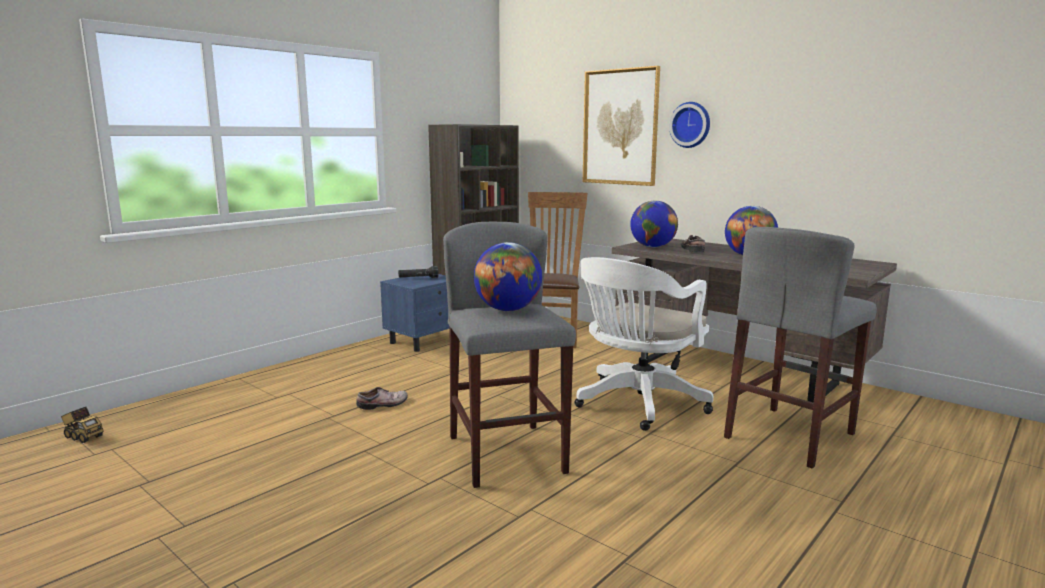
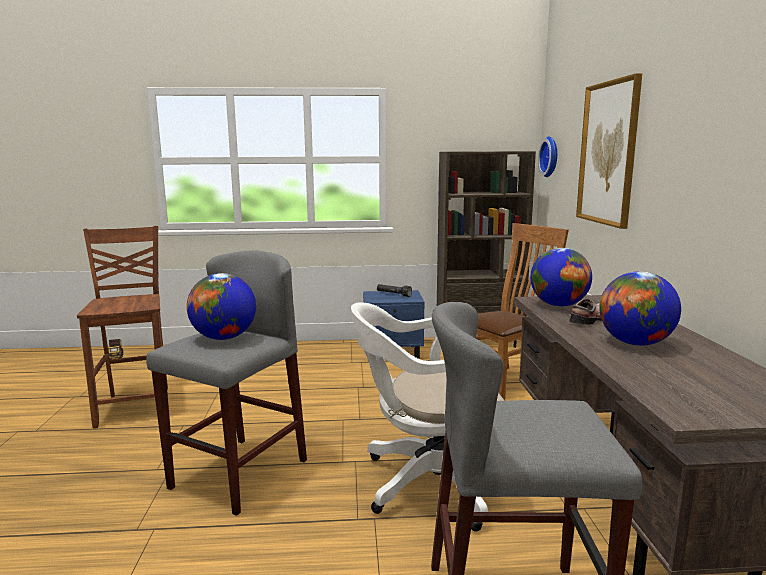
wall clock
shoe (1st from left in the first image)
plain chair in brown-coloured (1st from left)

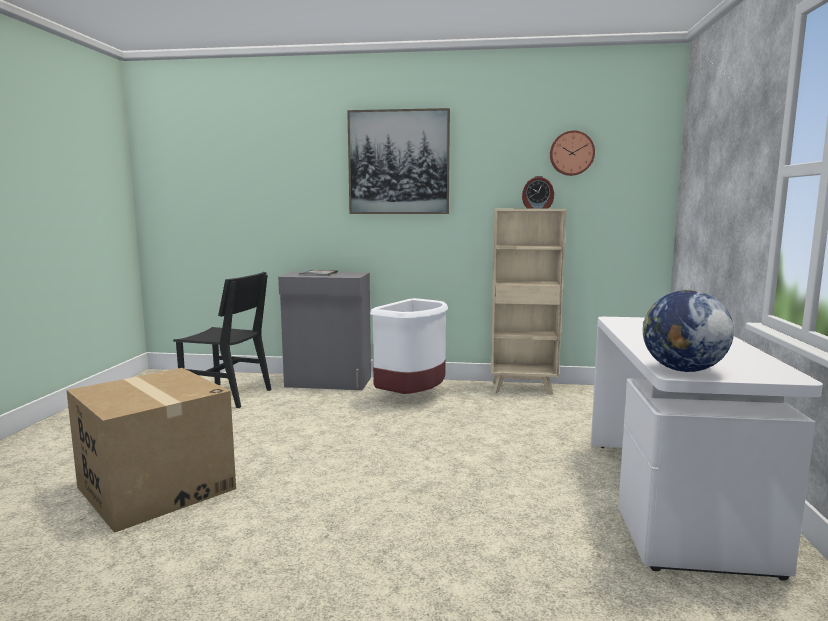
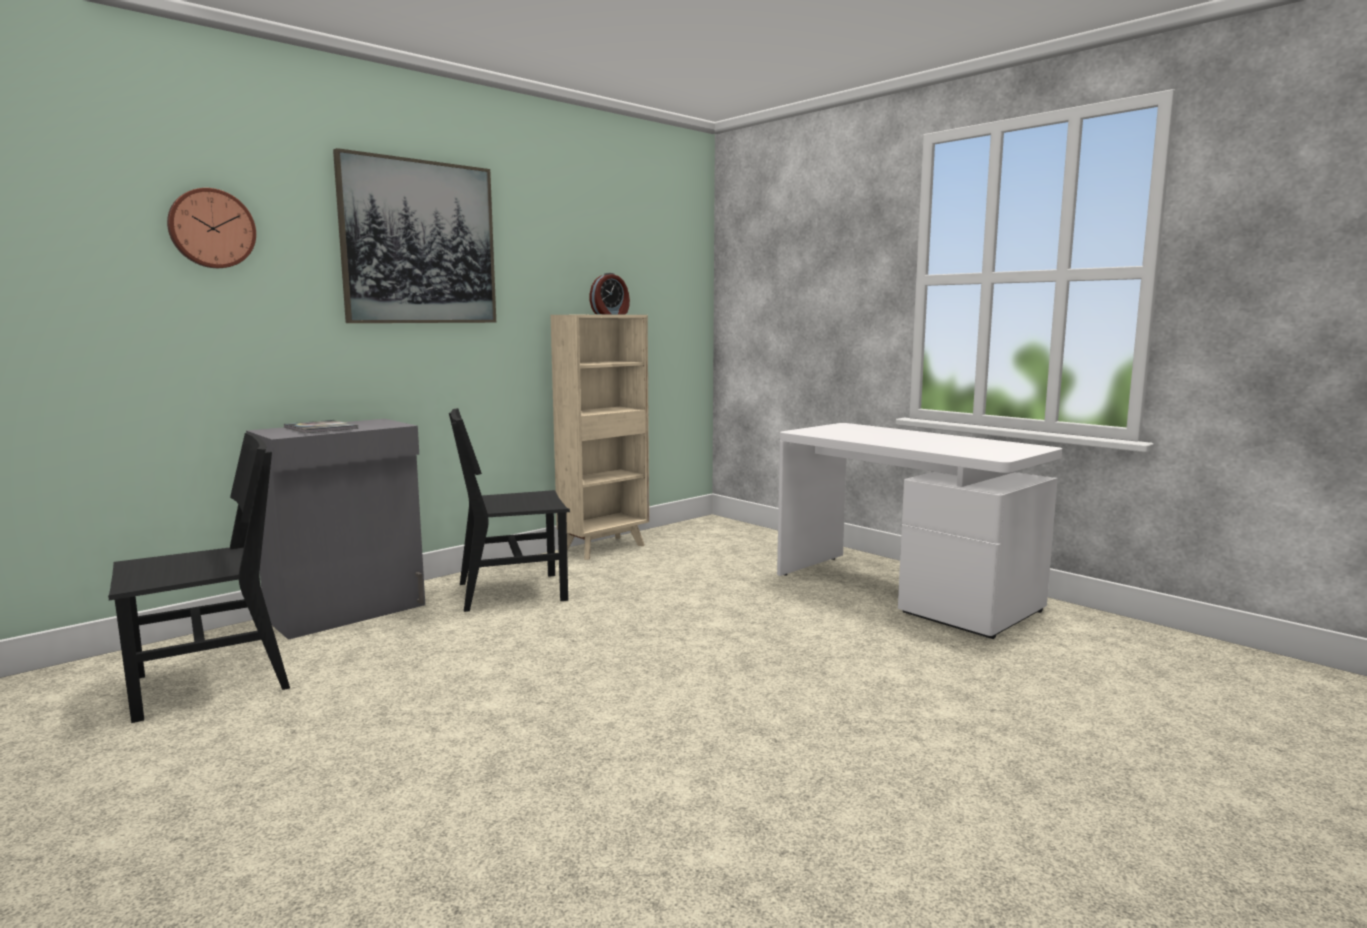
wall clock
world globe
plain chair in black (2nd from left)
packing box

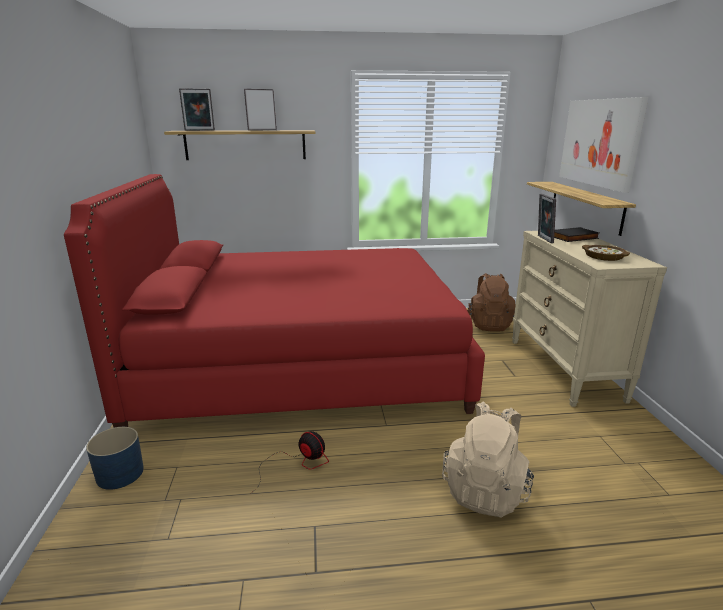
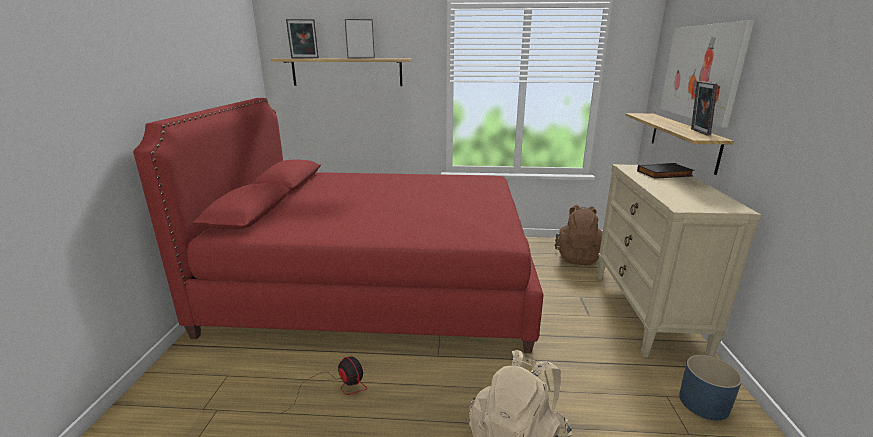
standing frame (3rd from left)
deep dish
planter in bluish

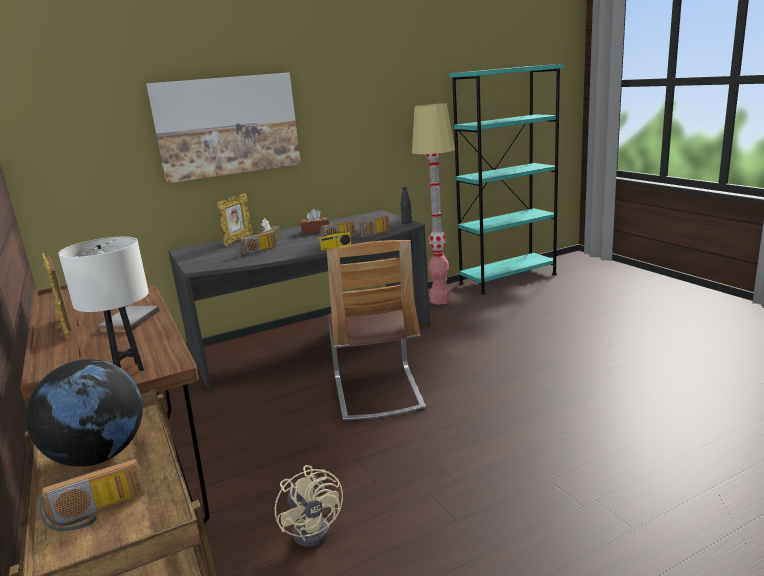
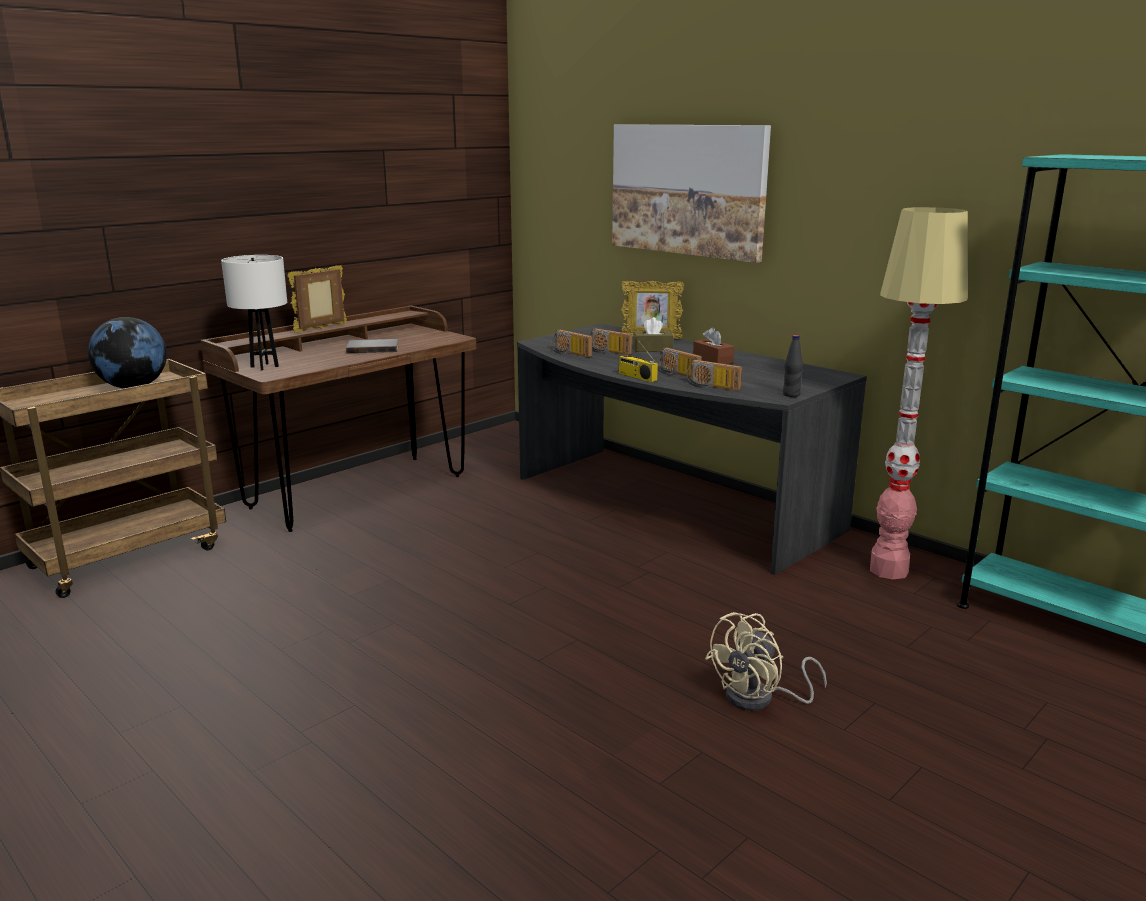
plain chair
radio set (1st from left)
cooling fan in sand-coloured

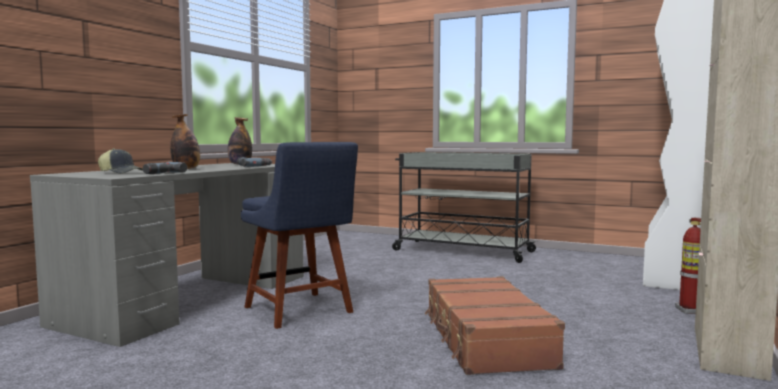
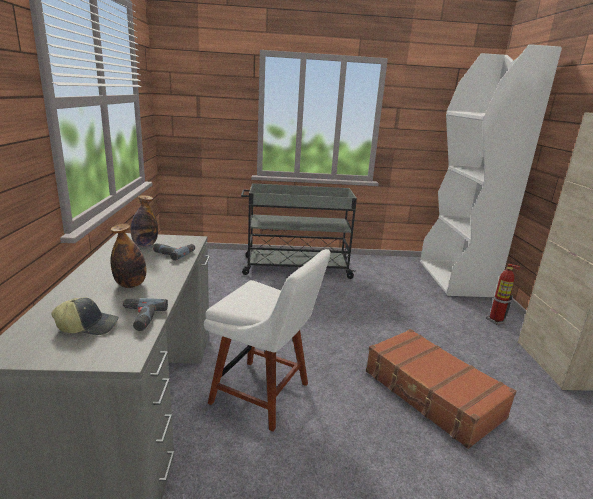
plain chair in whitish

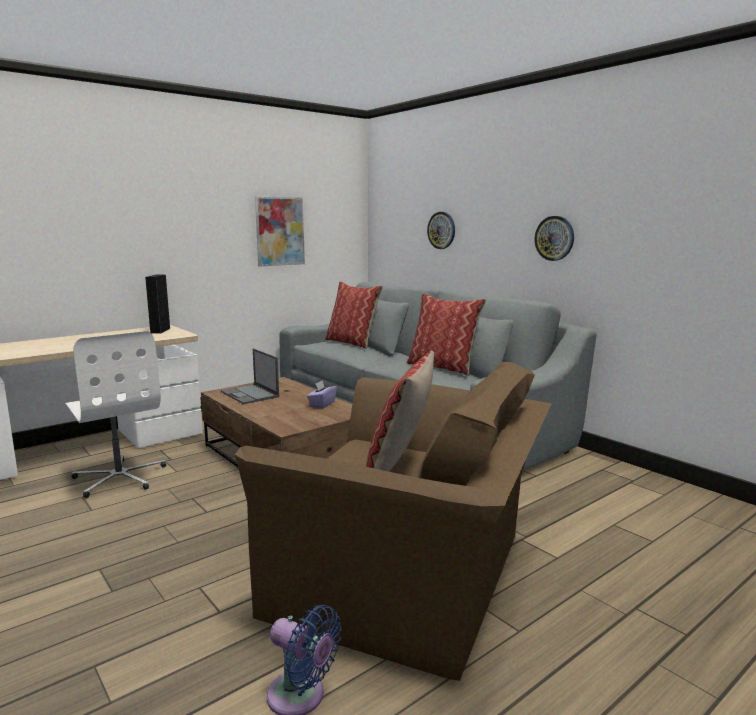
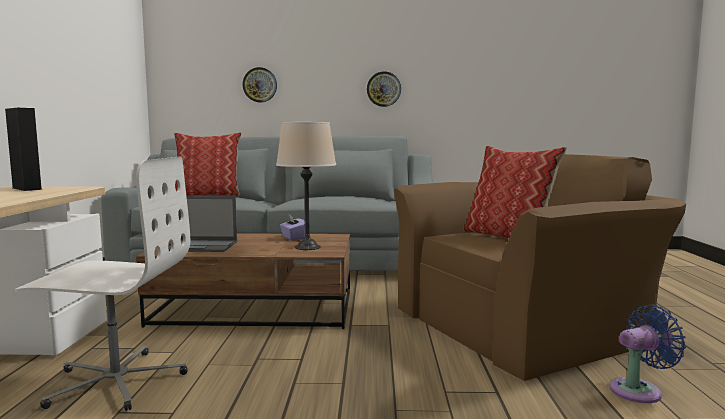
picture
cushion (3rd from left in the first image)
table lamp in sand-coloured

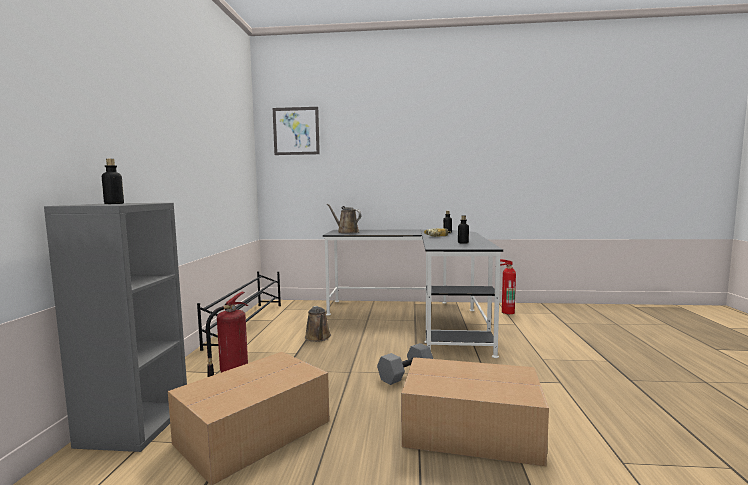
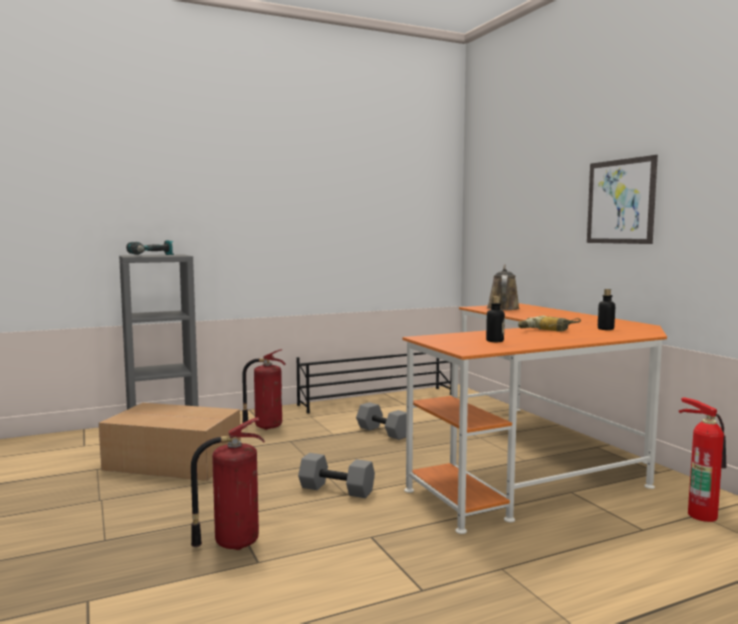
picture
drill (1st from left)
desk unit in orange
free weight in gray (2nd from left)
extinguisher (1st from left)

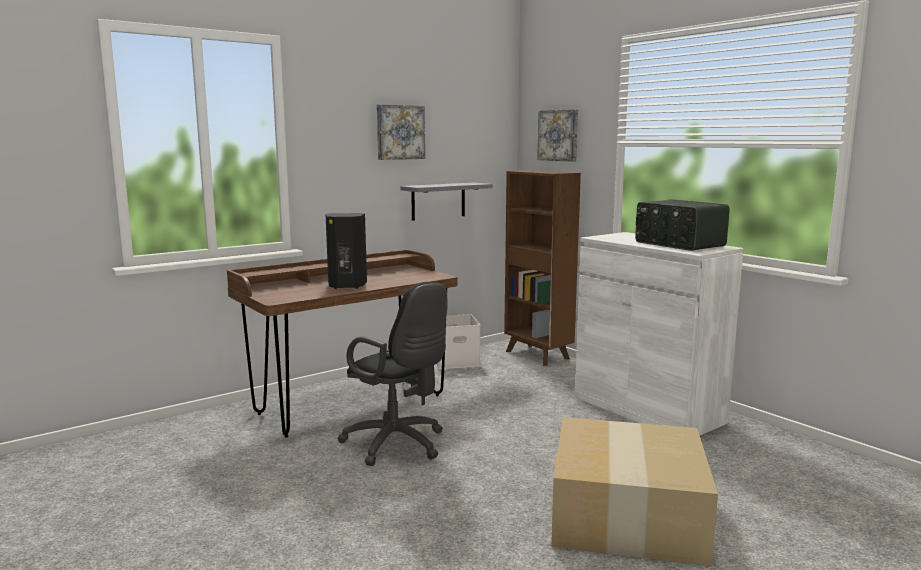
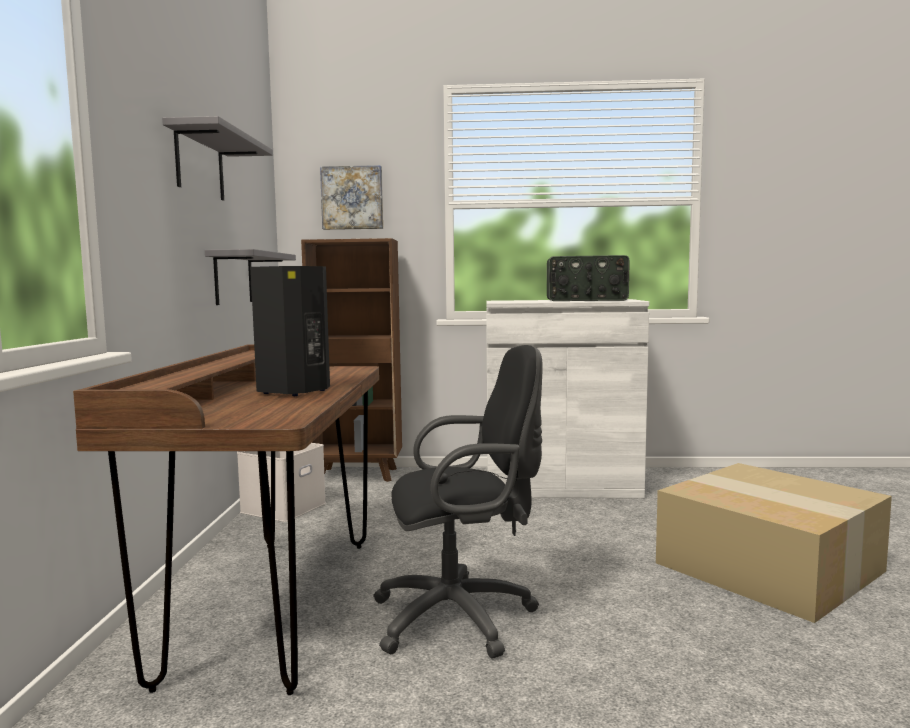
shelf in gray (1st from left)

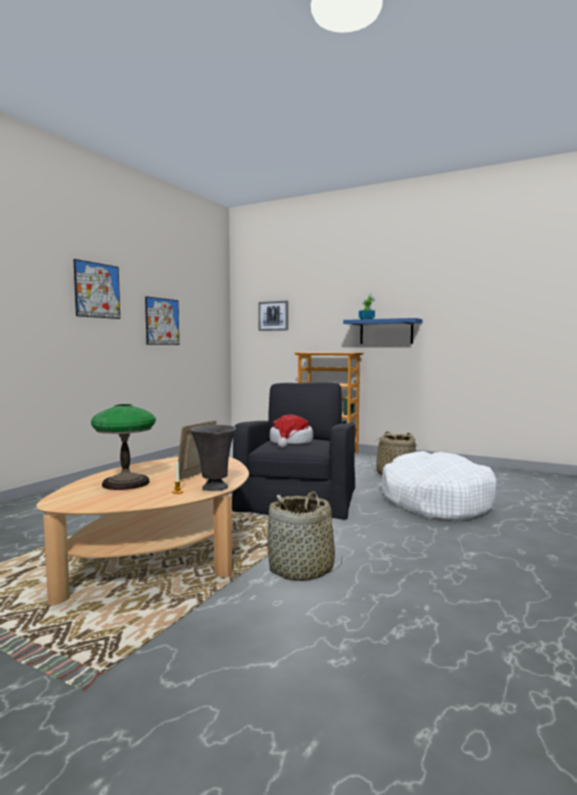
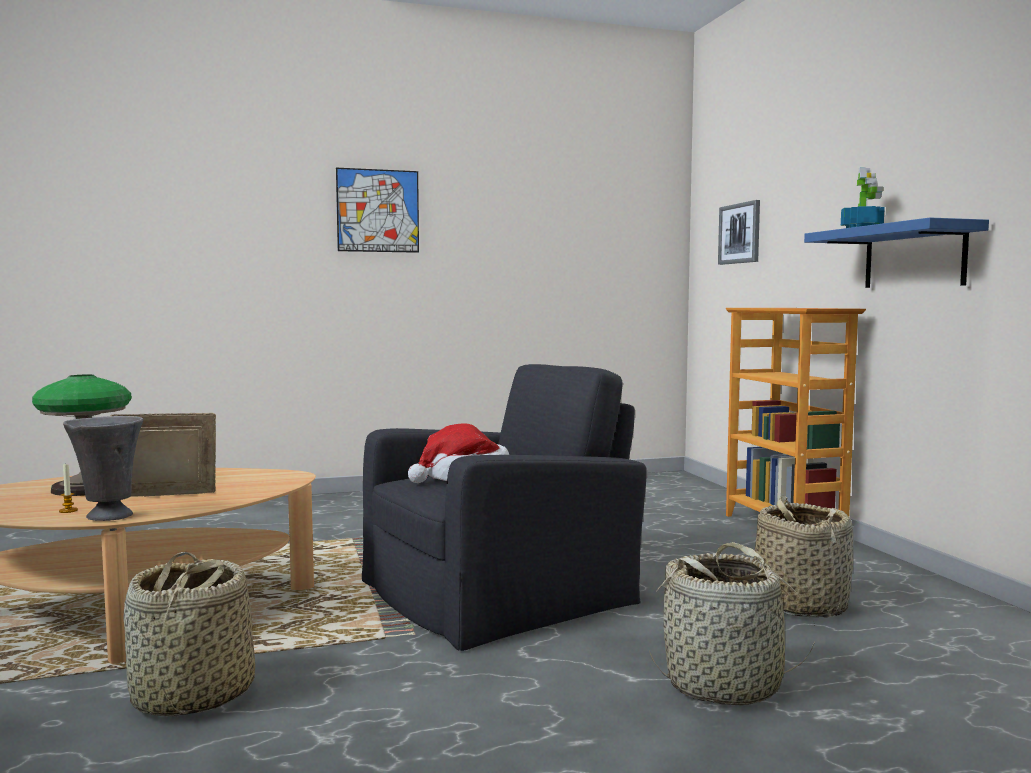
picture (2nd from left in the first image)
household basket (2nd from left)

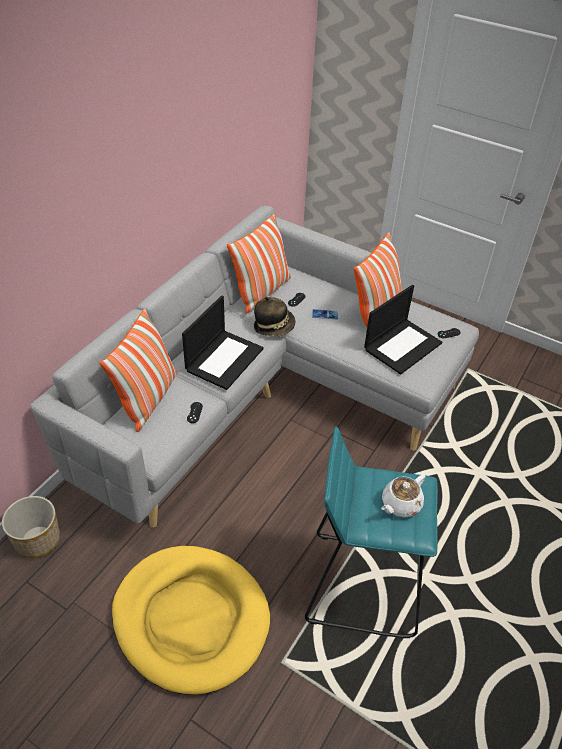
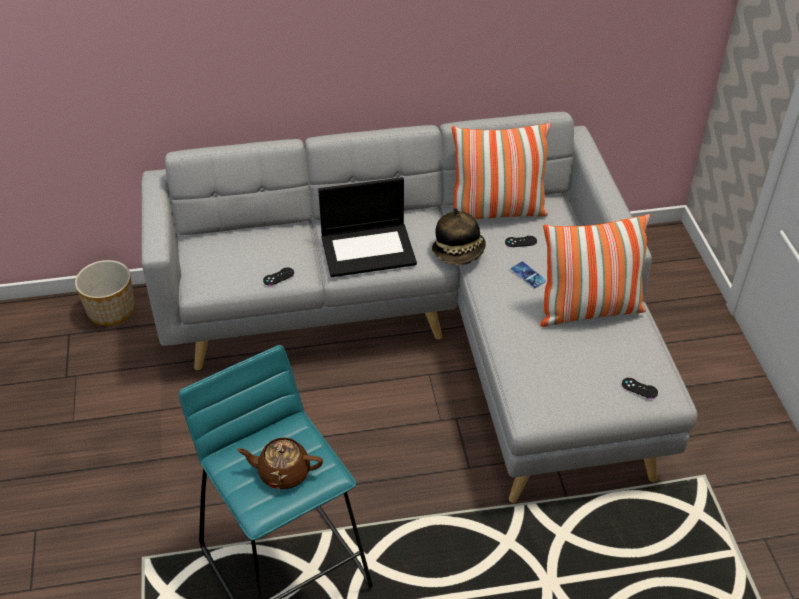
notebook computer (2nd from left in the first image)
cushion (1st from left in the first image)
tea pot in brown-coloured
pet bed in yellow-coloured

